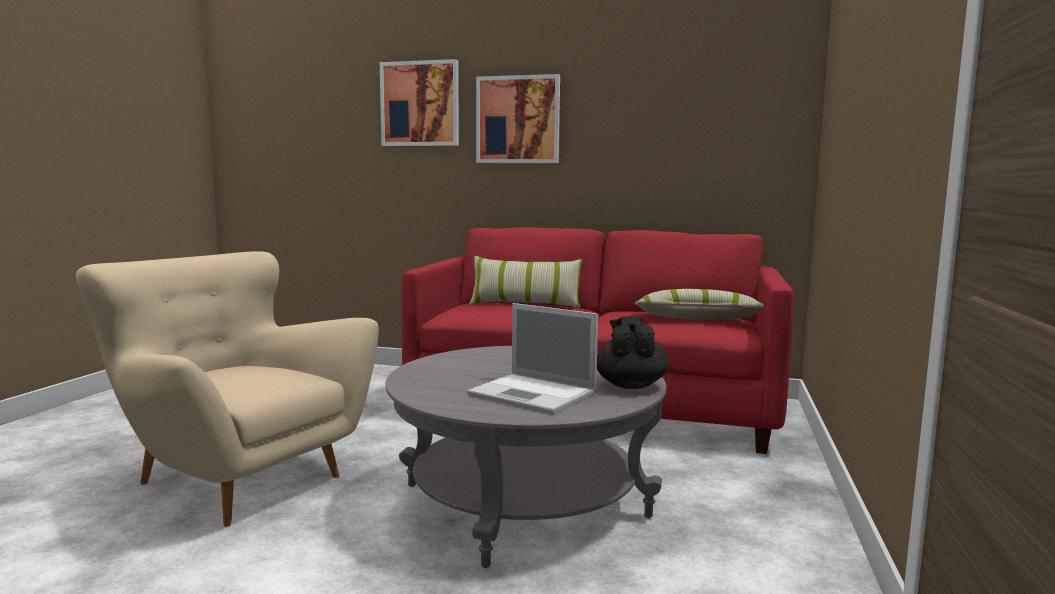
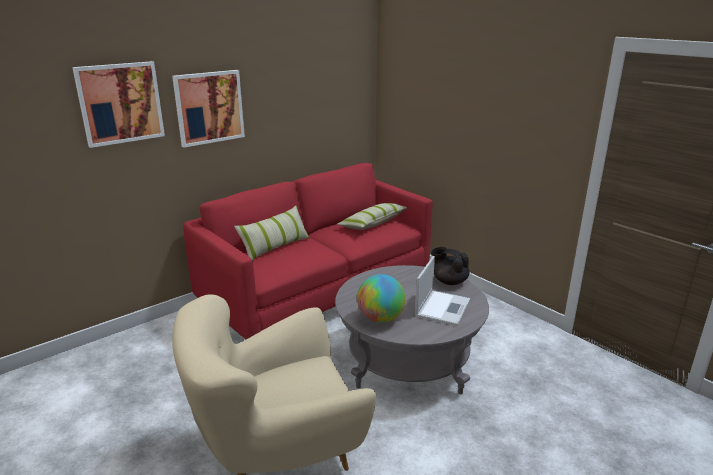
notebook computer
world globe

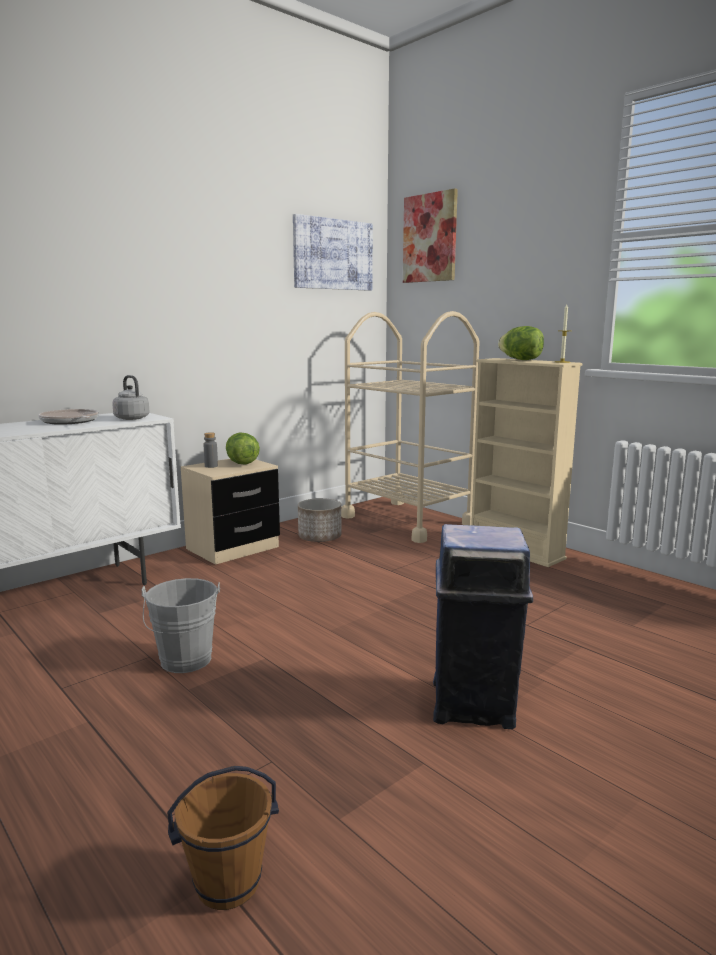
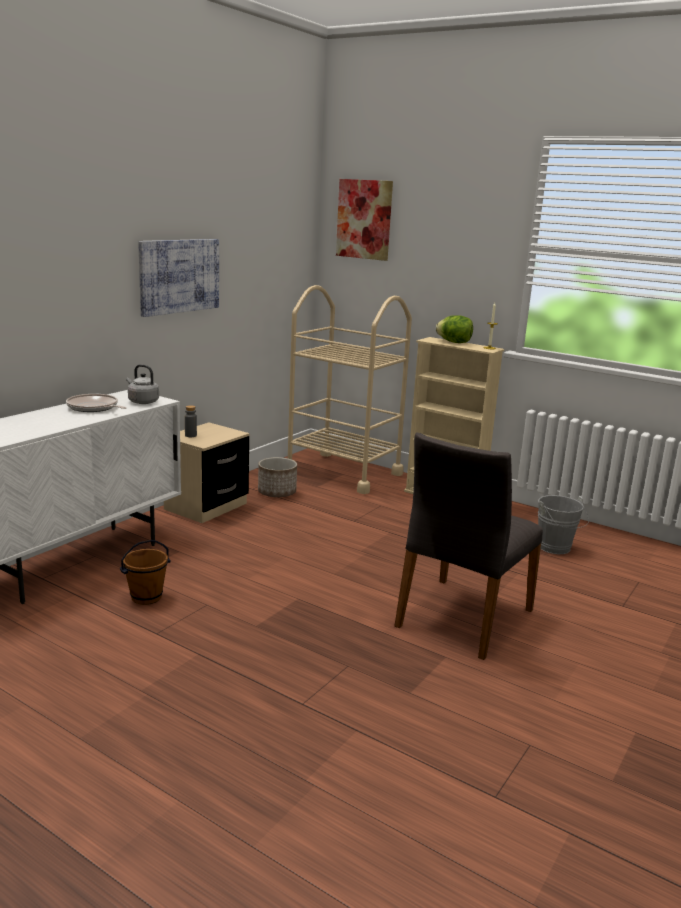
picture (1st from left)
head of lettuce (1st from left in the first image)
plain chair in gray
pail in gray
pail in brown-coloured

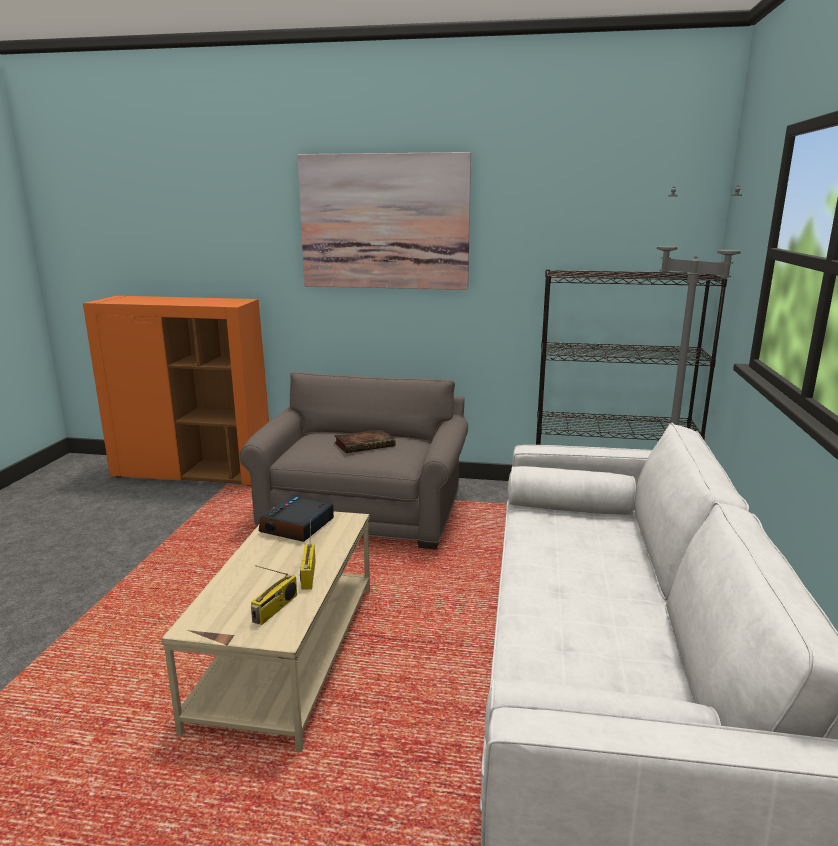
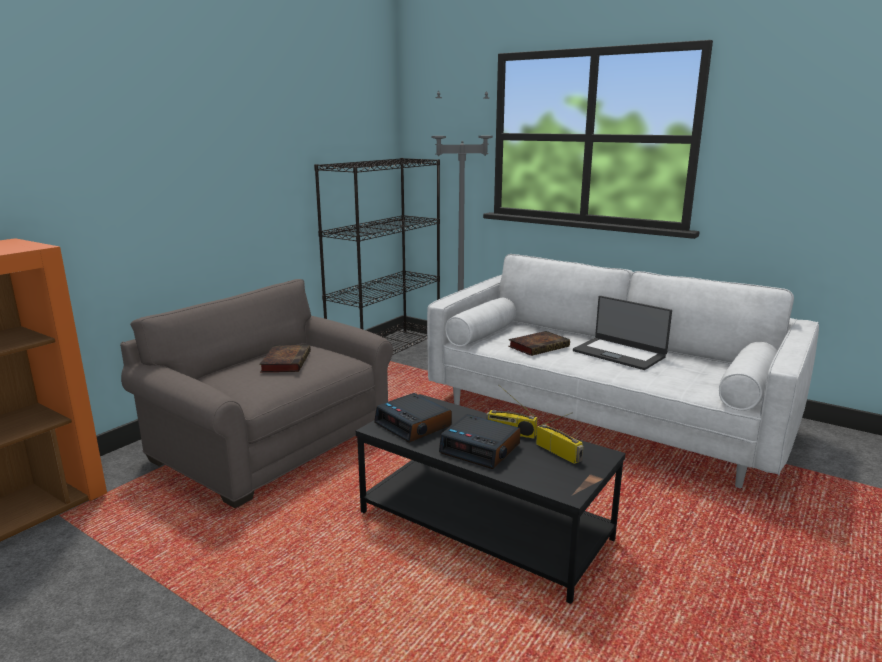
picture
coffee table in black
notebook computer
volume (2nd from left)
bedside clock (2nd from left)

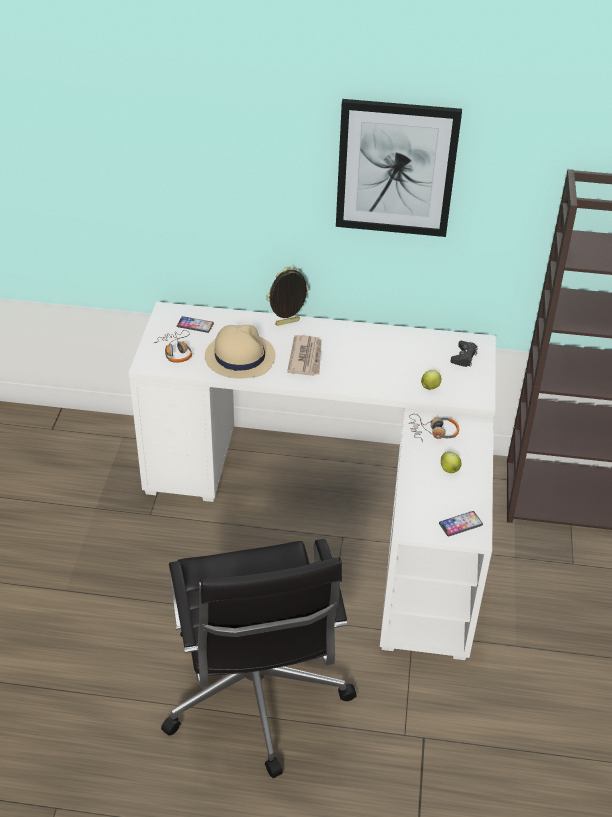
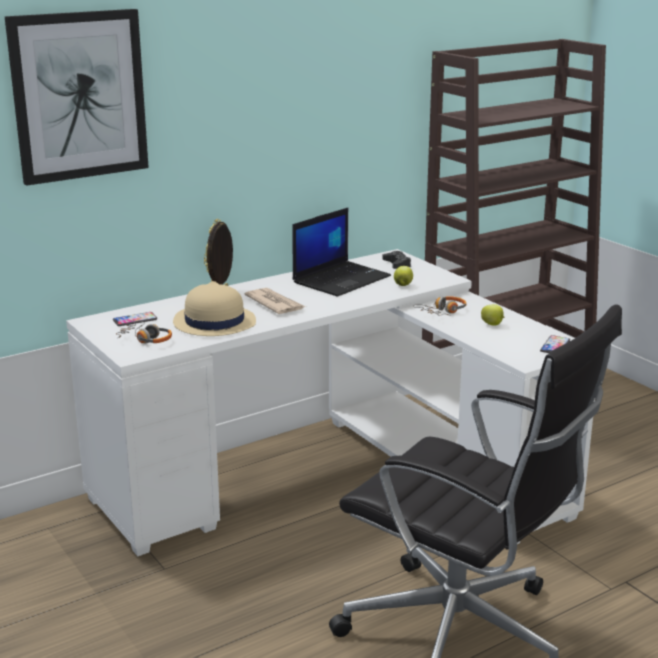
picture
notebook computer

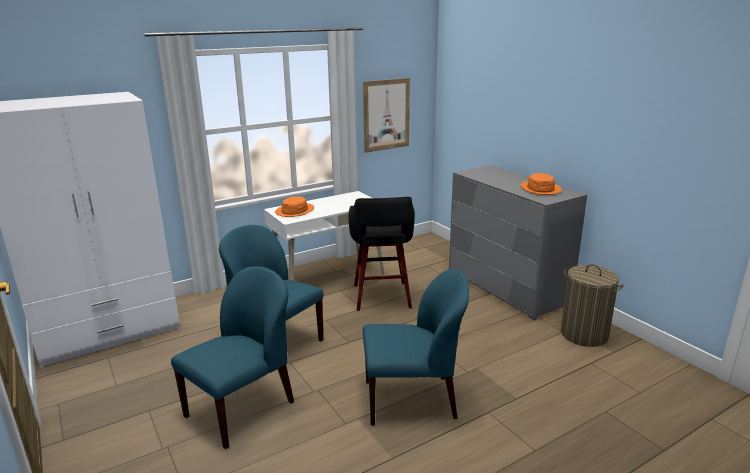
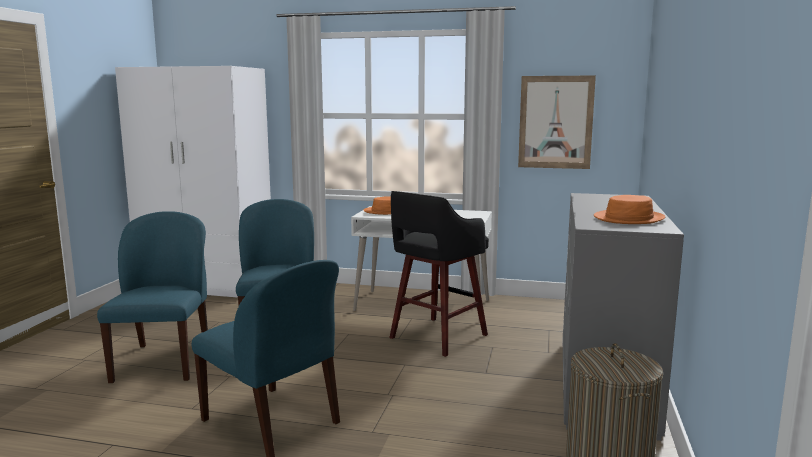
plain chair in bluish (1st from left)

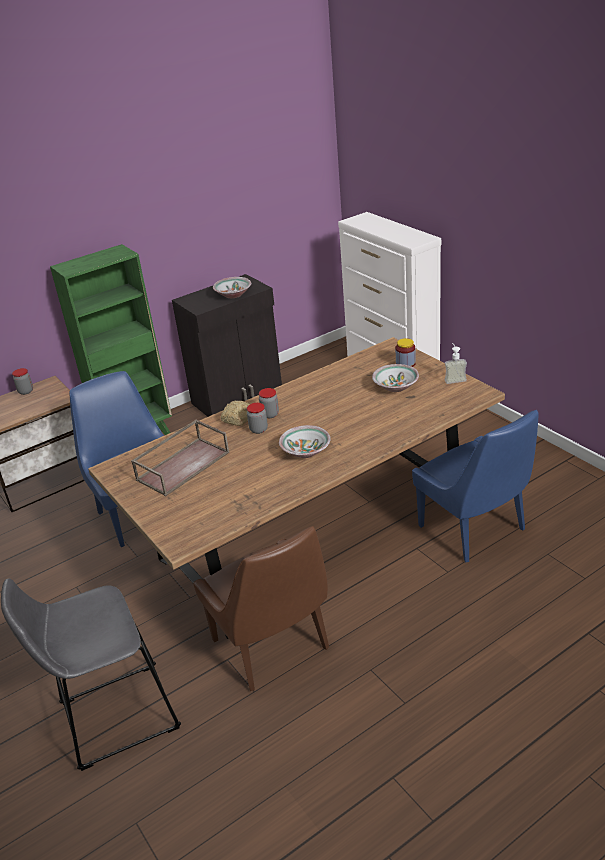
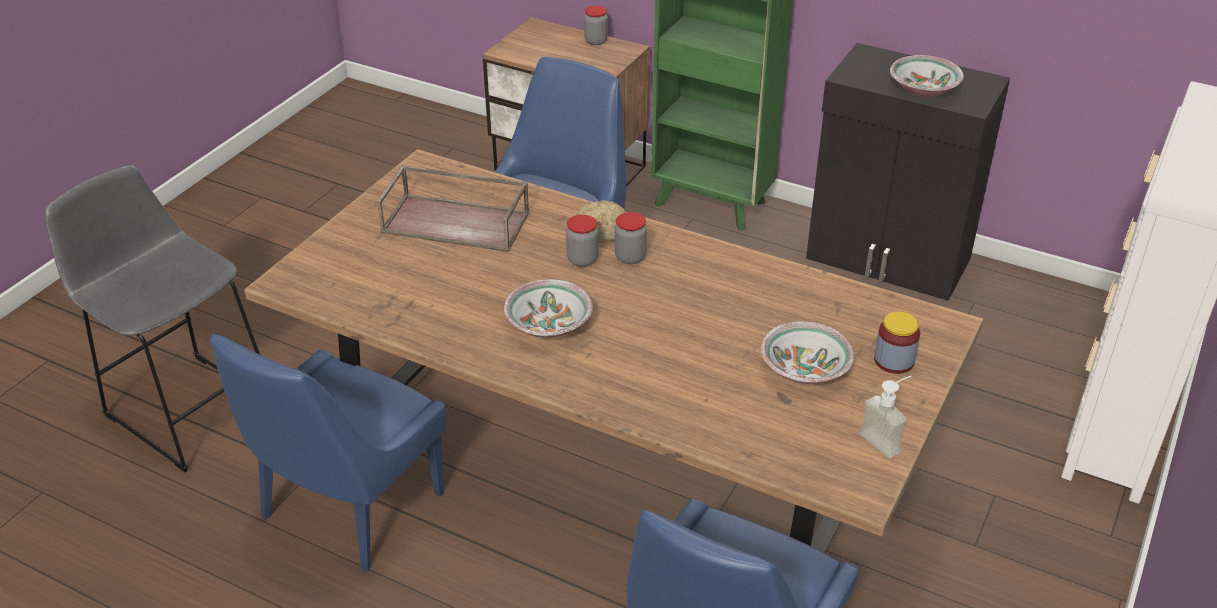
plain chair in bluish (1st from left)

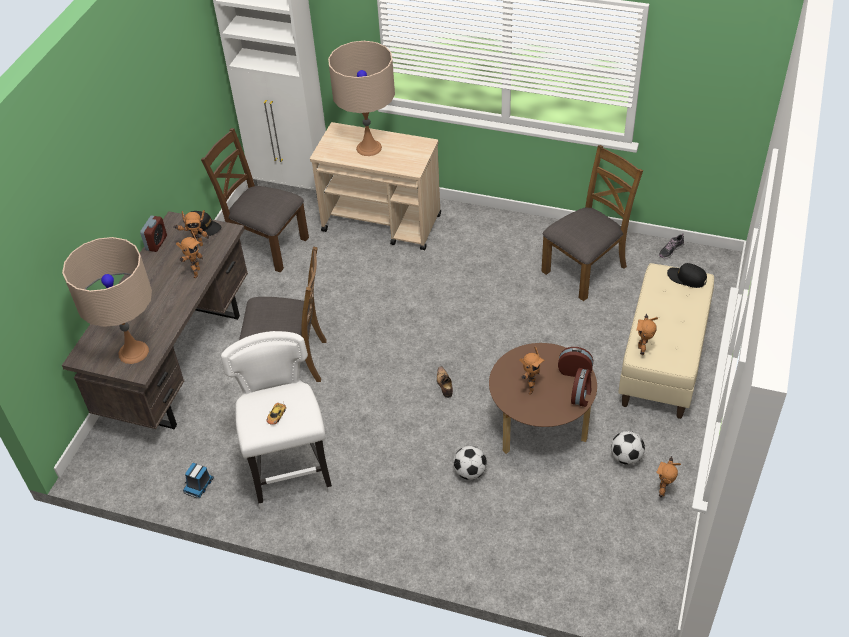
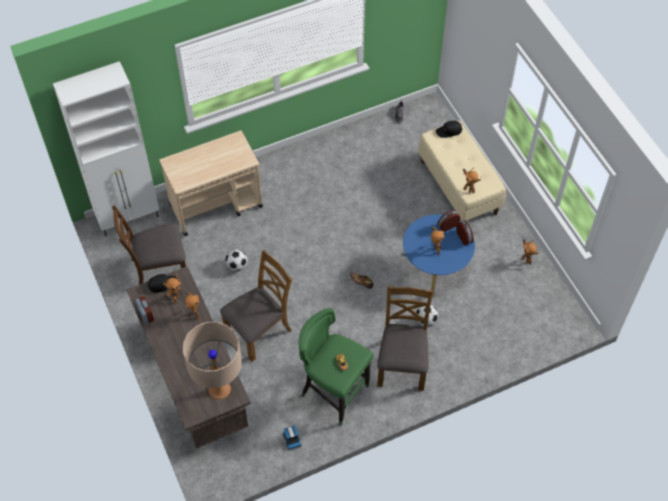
table lamp in sand-coloured (2nd from left in the first image)
plain chair in brown-coloured (3rd from left)
sitting stool in green-coloured
coffee table in bluish
ball for football (1st from left)

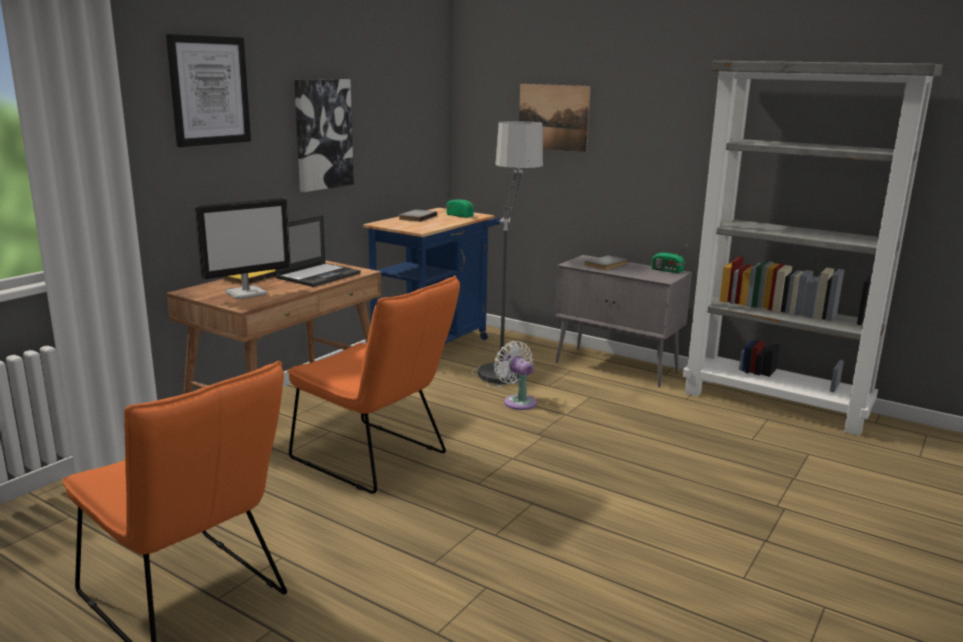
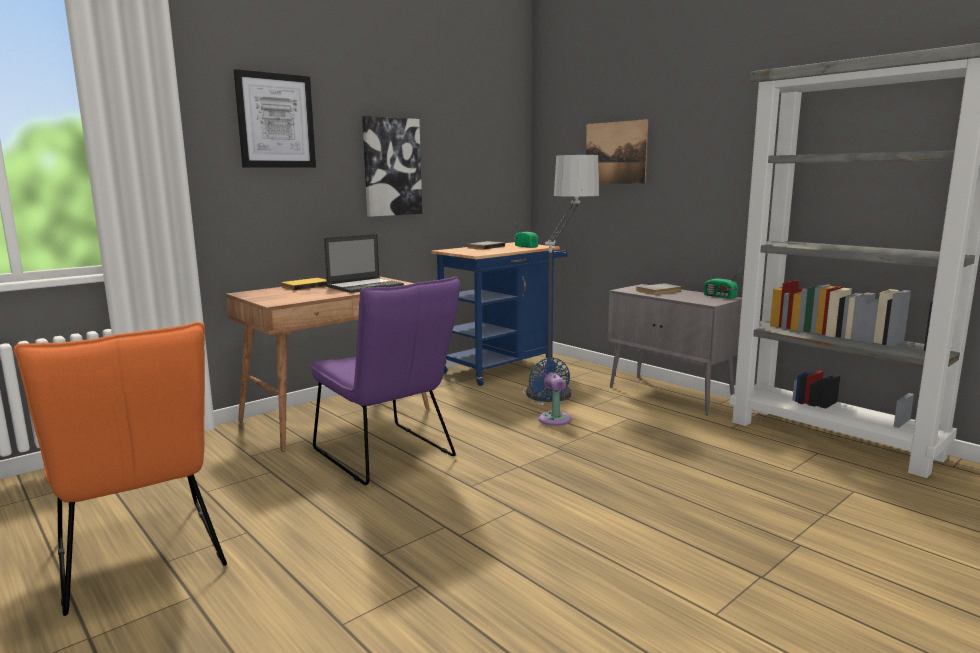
monitor
plain chair in purple
cooling fan in bluish

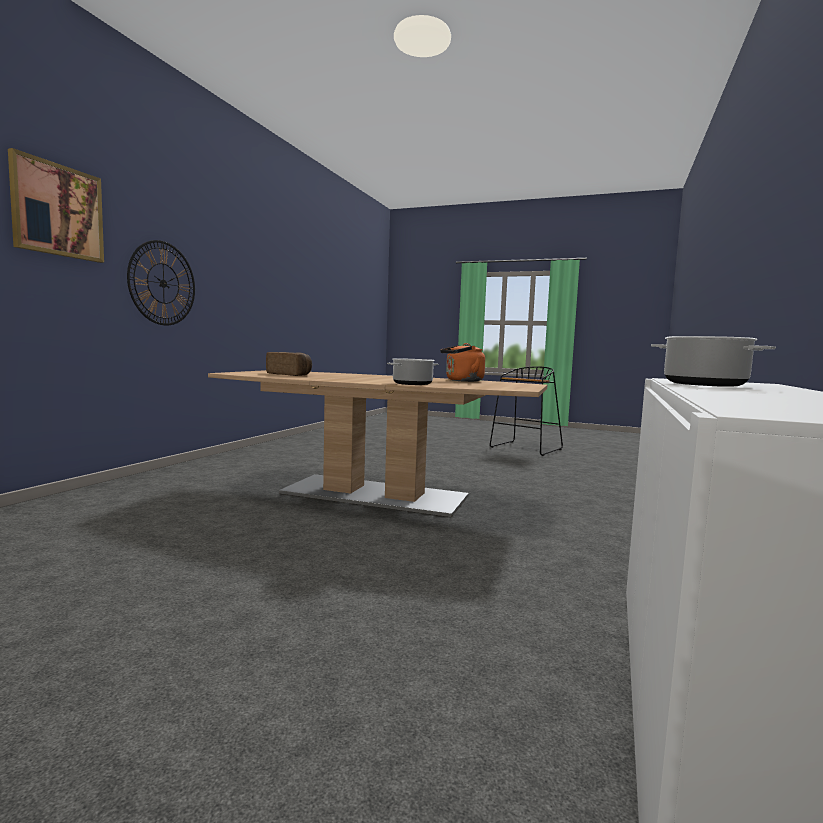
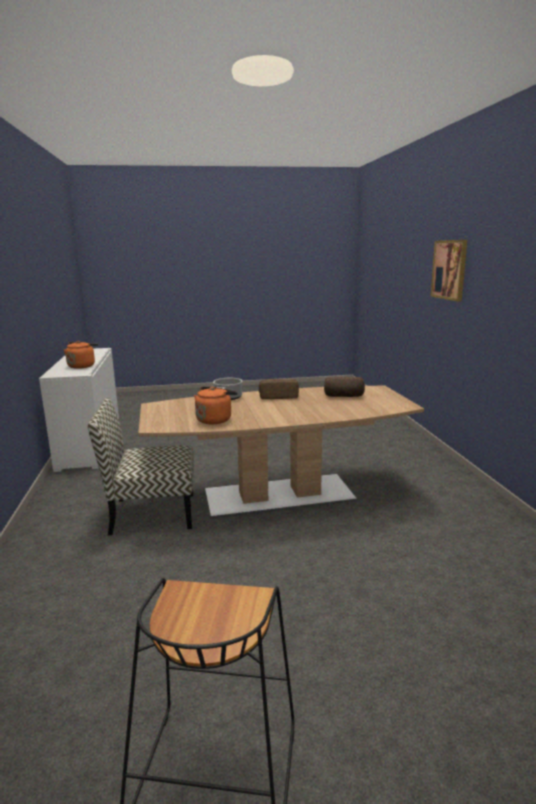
wall clock
water kettle in orange (1st from left)
baked bread (1st from left)
plain chair

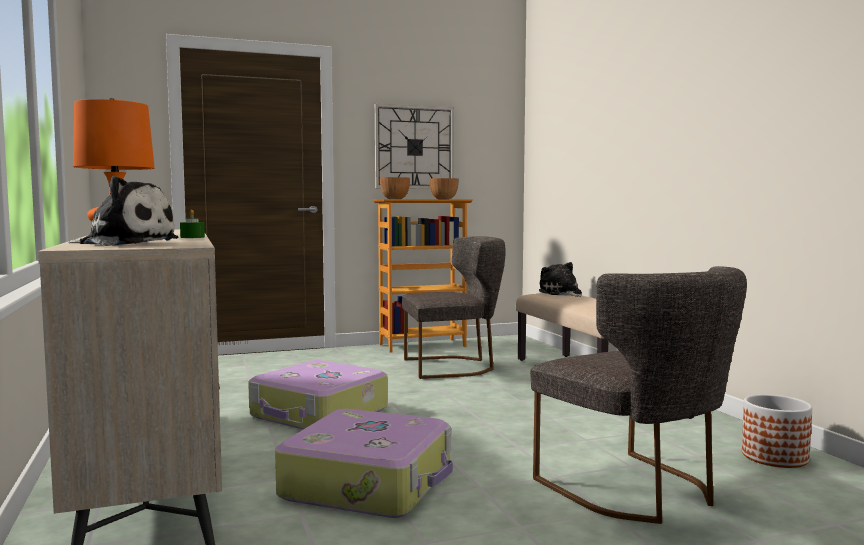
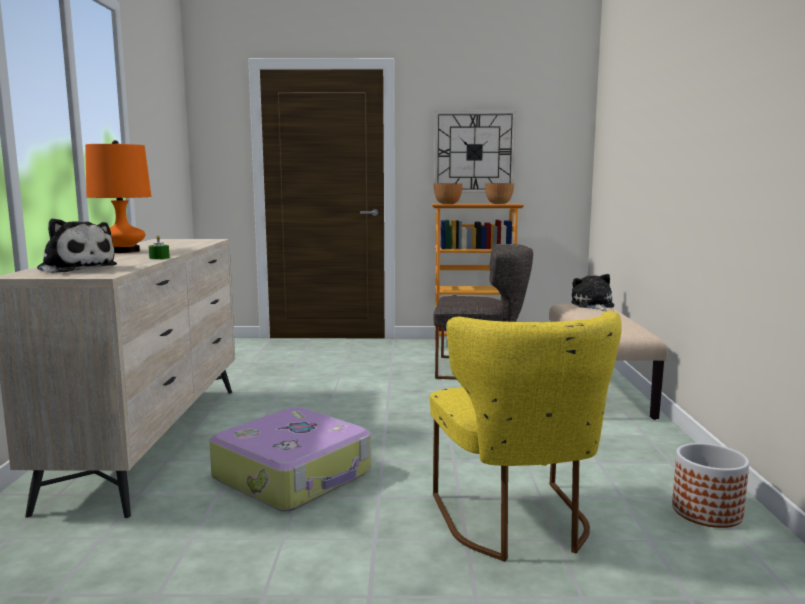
plain chair in yellow-coloured
piece of luggage (1st from left in the first image)

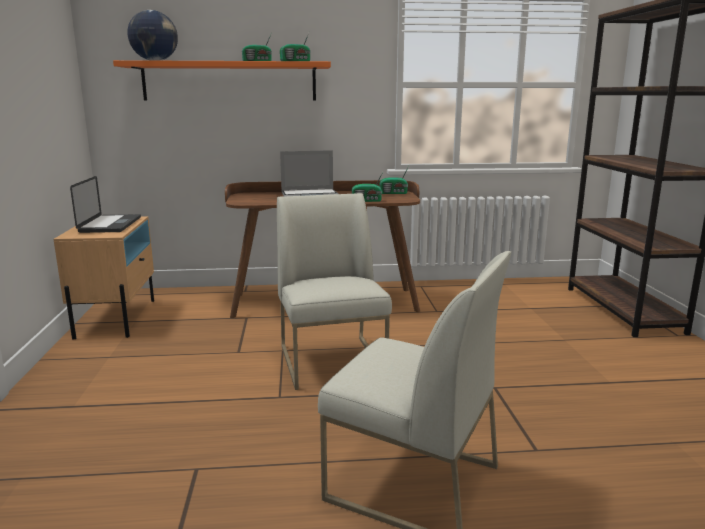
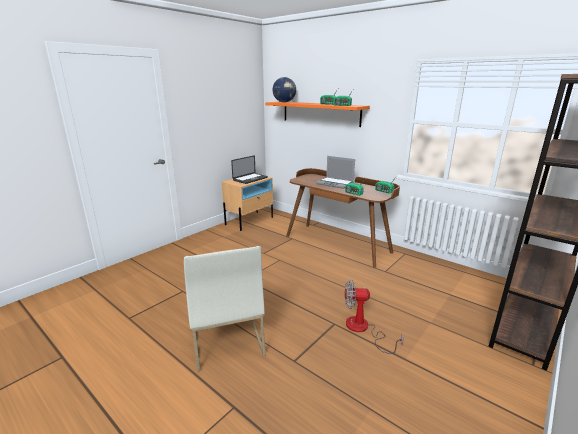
plain chair in whitish (1st from left in the first image)
cooling fan

